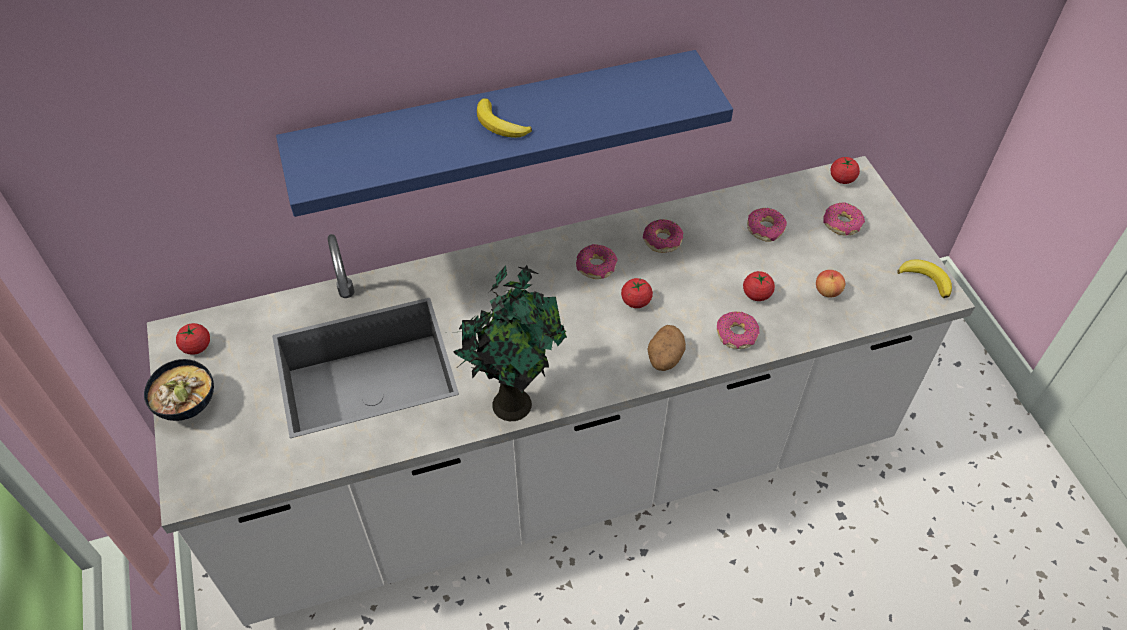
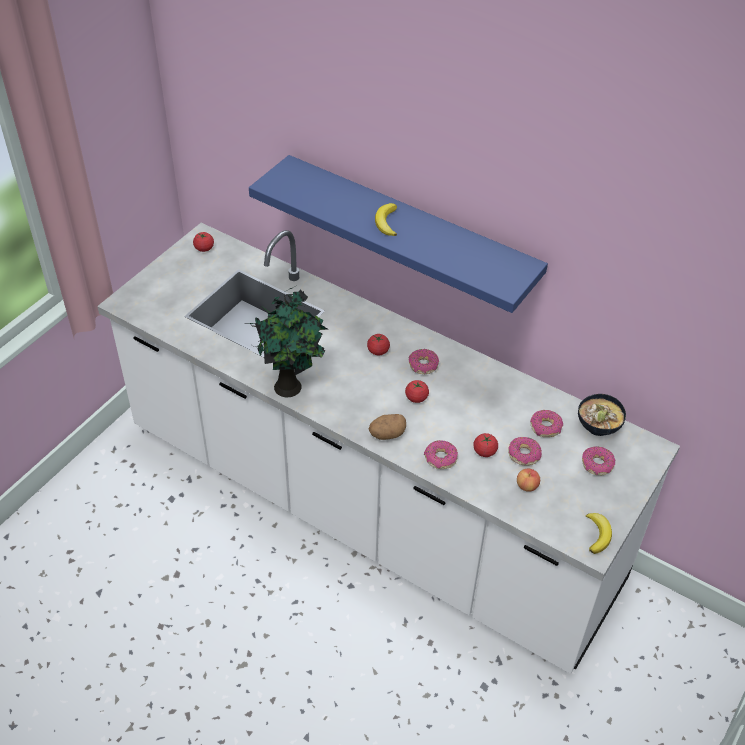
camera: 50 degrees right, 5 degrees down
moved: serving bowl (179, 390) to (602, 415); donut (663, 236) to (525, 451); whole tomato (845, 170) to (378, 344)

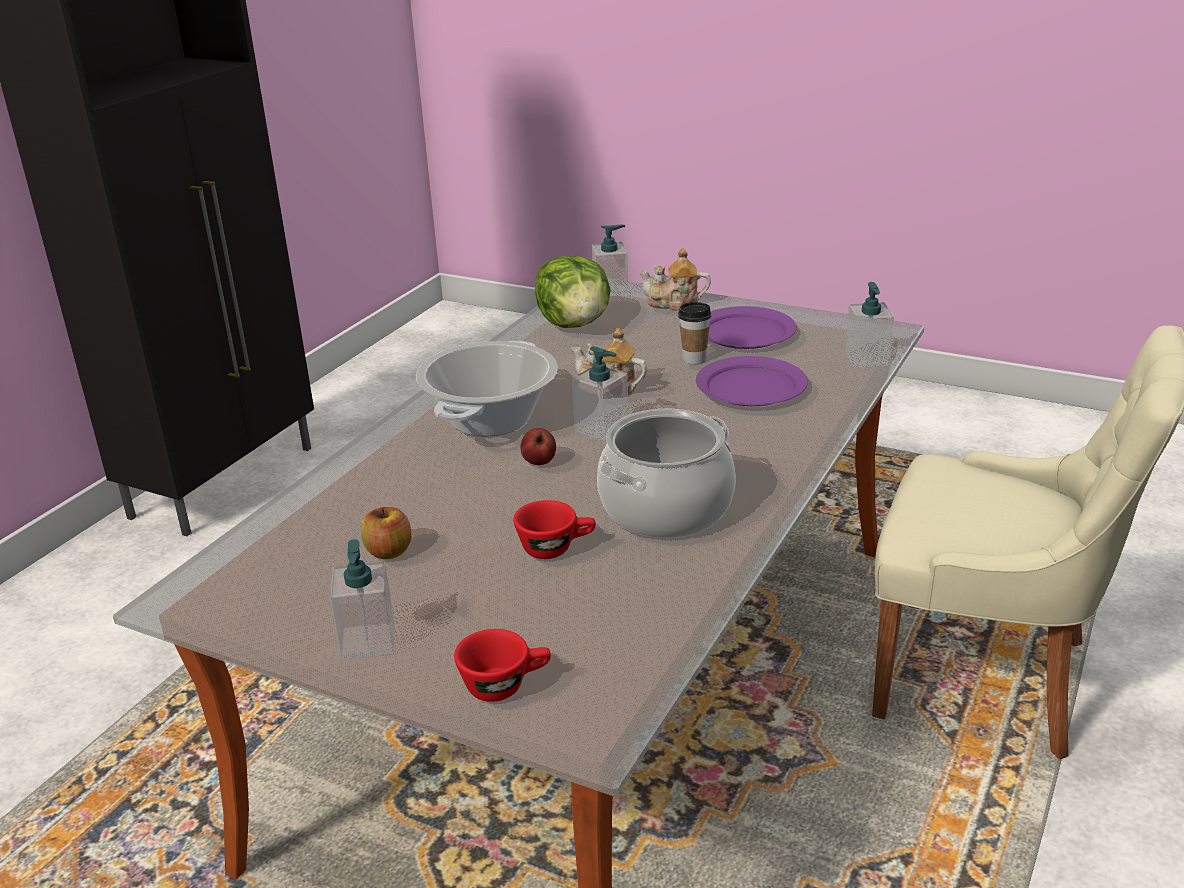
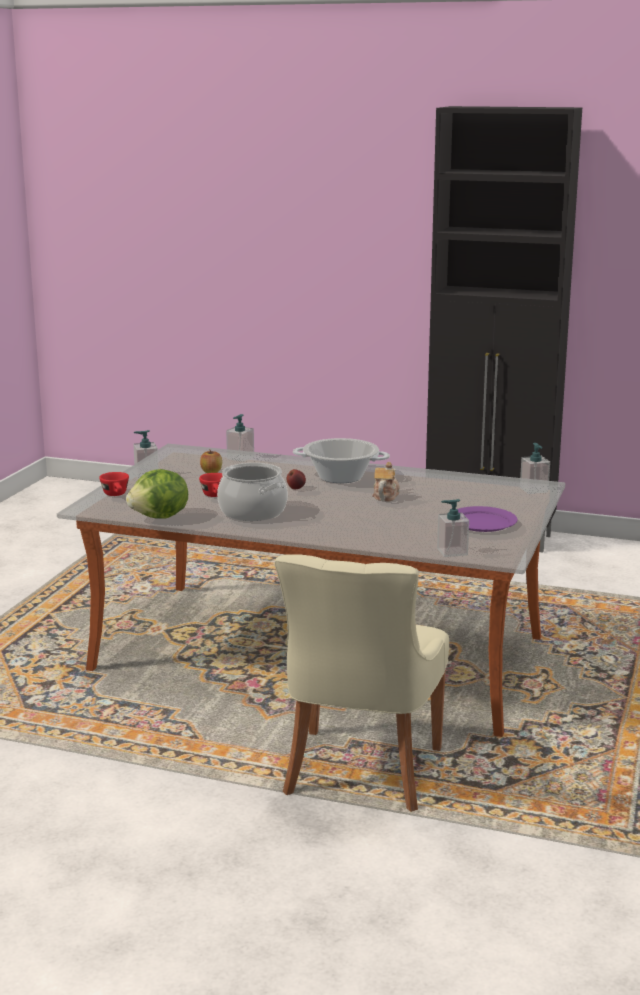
camera: 80 degrees right, 10 degrees down
removed: teapot (675, 279); small cup (694, 333); purplish flat dish (752, 381)
moved: lettuce (573, 292) to (157, 494); soap dispenser (600, 393) to (240, 438)

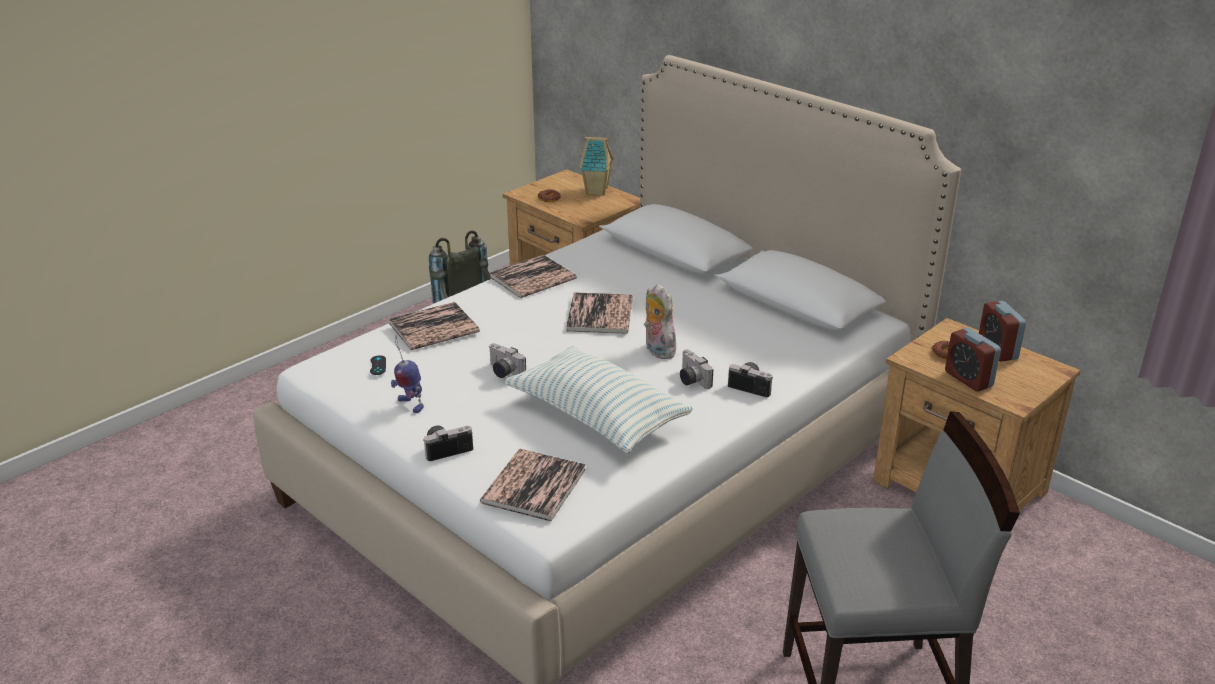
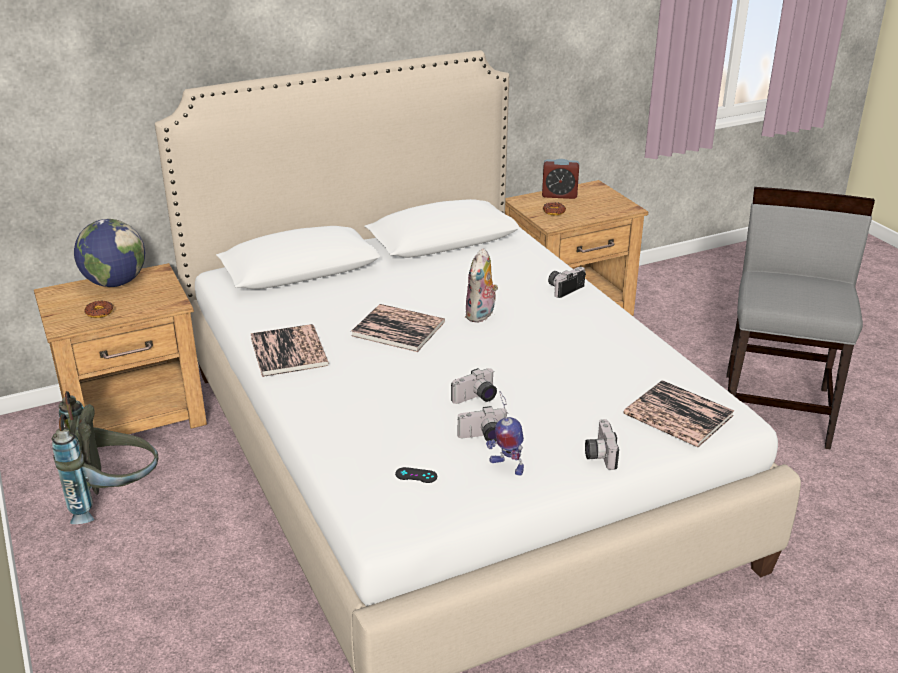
camera: 70 degrees left, 0 degrees up
removed: bound book (434, 326); cushion (599, 399); bedside clock (973, 360)
moved: still camera (696, 369) to (482, 424)
replaced: miniature house (596, 166) to desk globe (109, 253)
turned: toy robot (407, 374) = (505, 433) 60 degrees clockwise; plush toy (661, 321) = (481, 285) 60 degrees counterclockwise

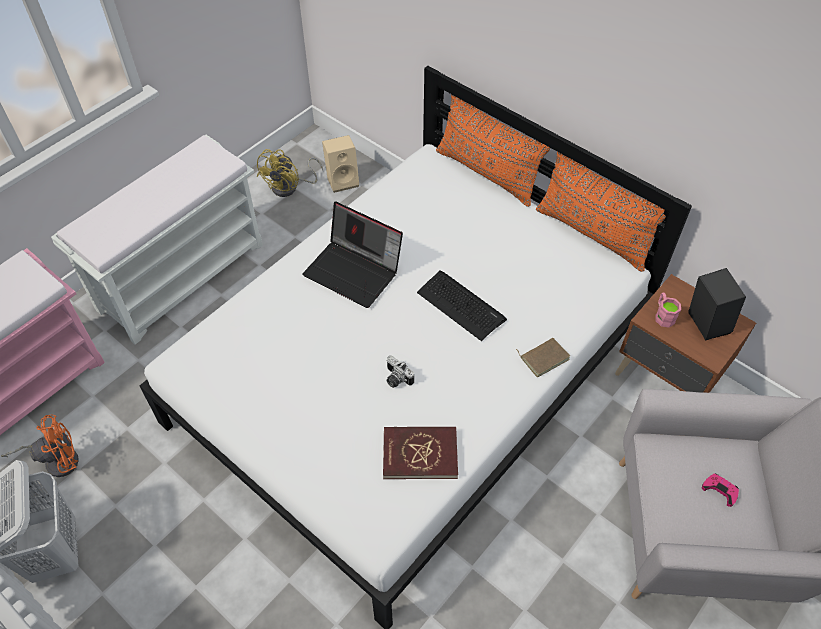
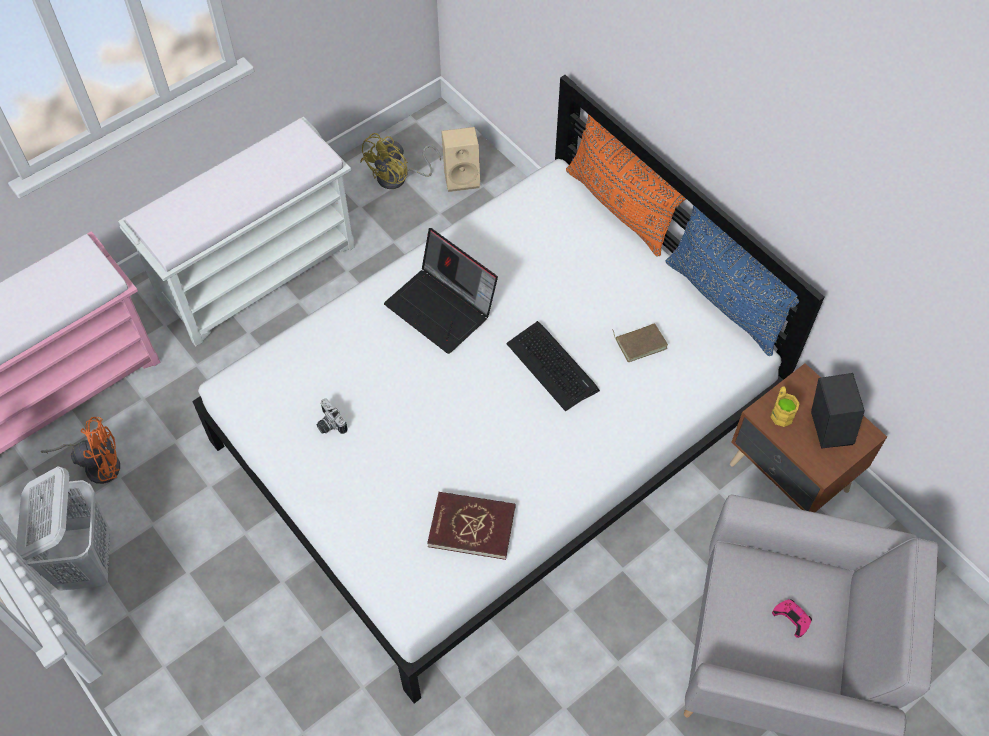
camera: 10 degrees right, 5 degrees up
moved: still camera (400, 371) to (331, 416); brown-coloured bound book (543, 357) to (640, 342)
recoloured: orange-coloured cushion (601, 212) to bluish cushion (732, 280); pink-coloured mug (668, 310) to yellow mug (785, 406)

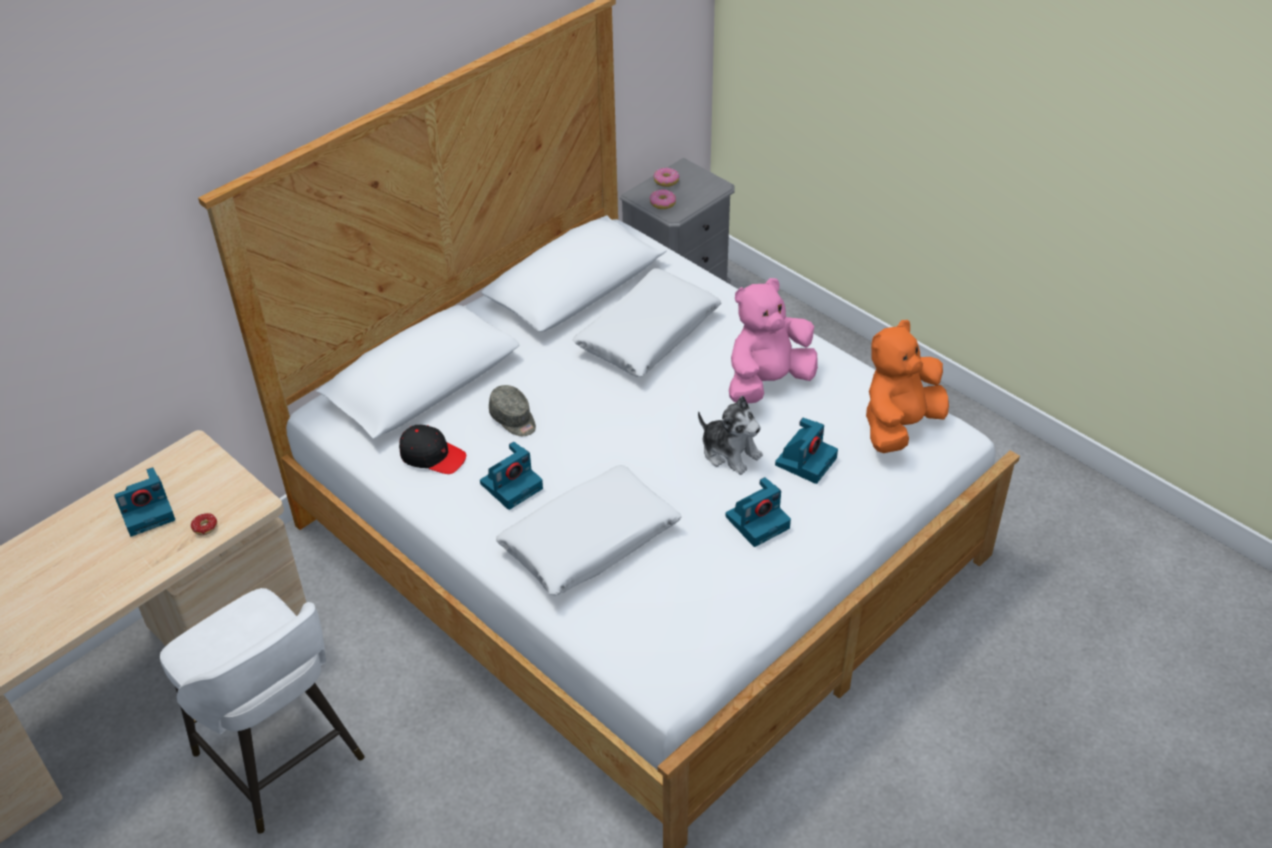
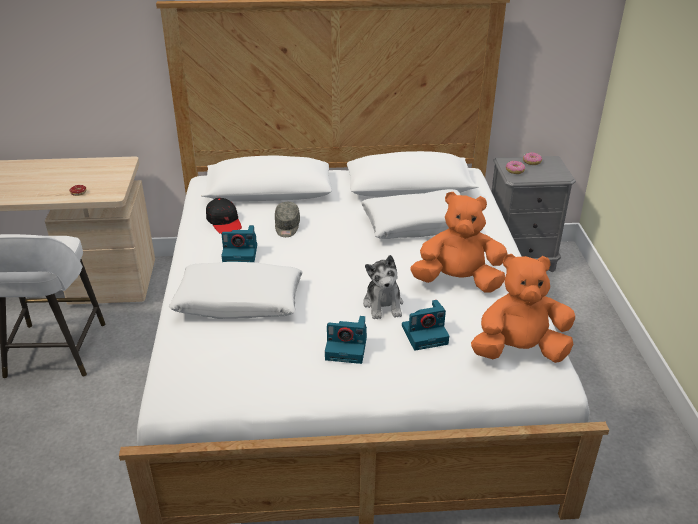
camera: 40 degrees right, 10 degrees down
removed: still camera (144, 501)
recoloured: pink-coloured plush toy (773, 340) to orange-coloured plush toy (458, 242)

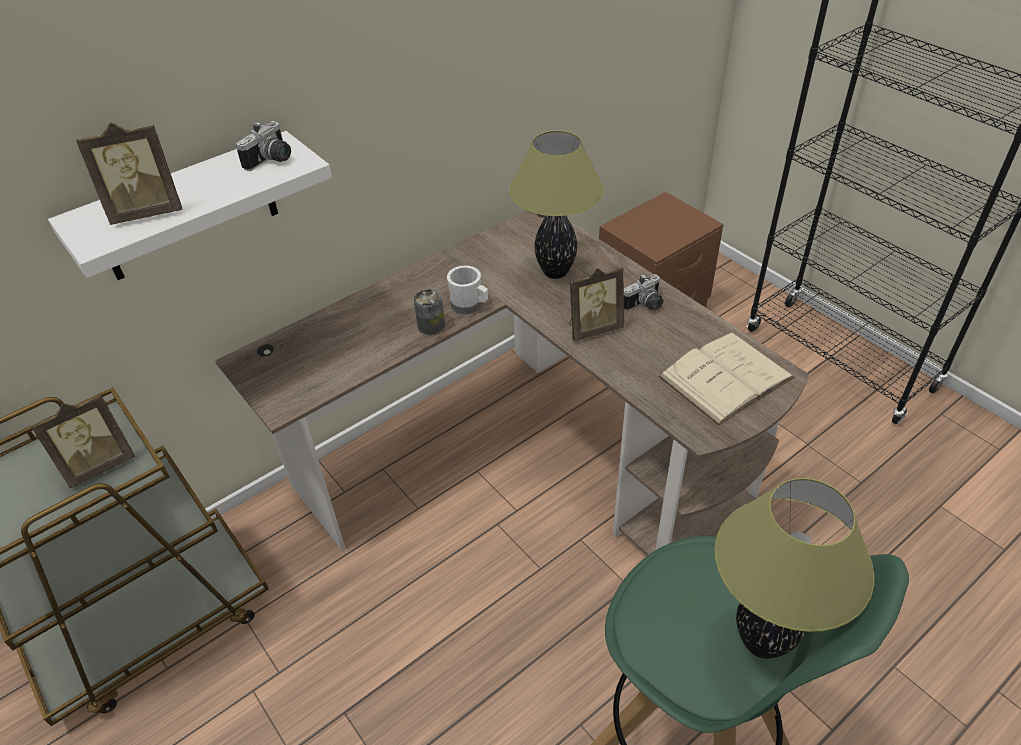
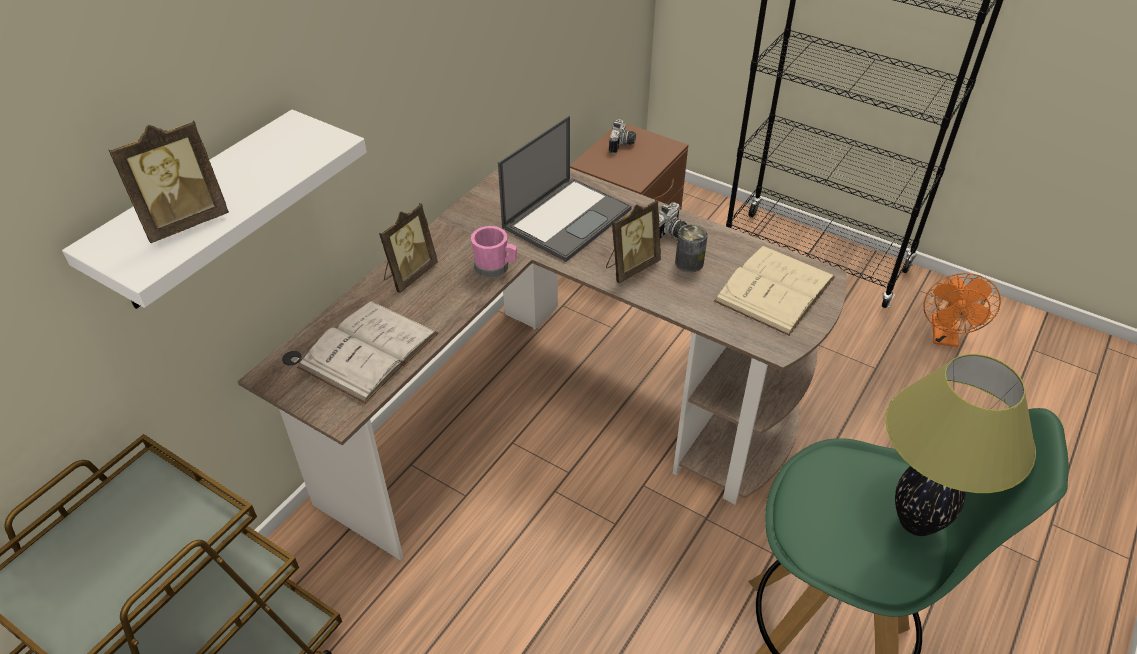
camera: 20 degrees left, 0 degrees up
added: whitish bound book (367, 352); orange-coloured cooling fan (962, 310)
moved: picture frame (83, 441) to (408, 248); still camera (263, 146) to (622, 136); sealed can (429, 312) to (691, 248)
replaced: lamp for a table (556, 205) to portable computer (565, 189)
recoloured: whitish mug (467, 290) to pink-coloured mug (494, 252)

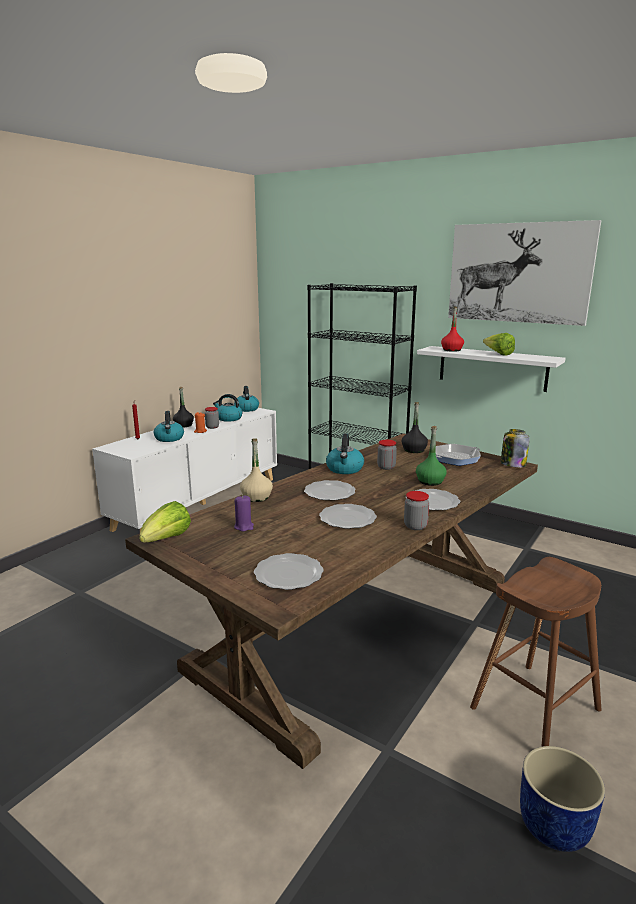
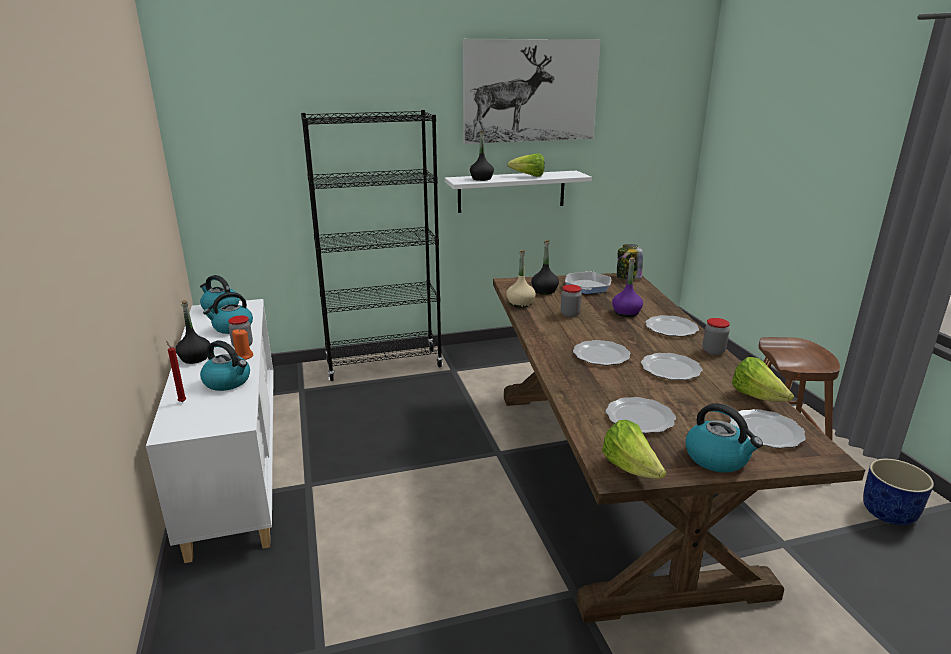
camera: 50 degrees left, 5 degrees up
added: lettuce (763, 379)
moved: beige drink bottle (256, 470) to (521, 278); water kettle (345, 453) to (724, 438)
replaced: purplish wax candle (244, 513) to flat dish (641, 415)
recoloured: greenish drink bottle (431, 456) to purplish drink bottle (627, 287); red-coloured drink bottle (452, 329) to black drink bottle (482, 156)

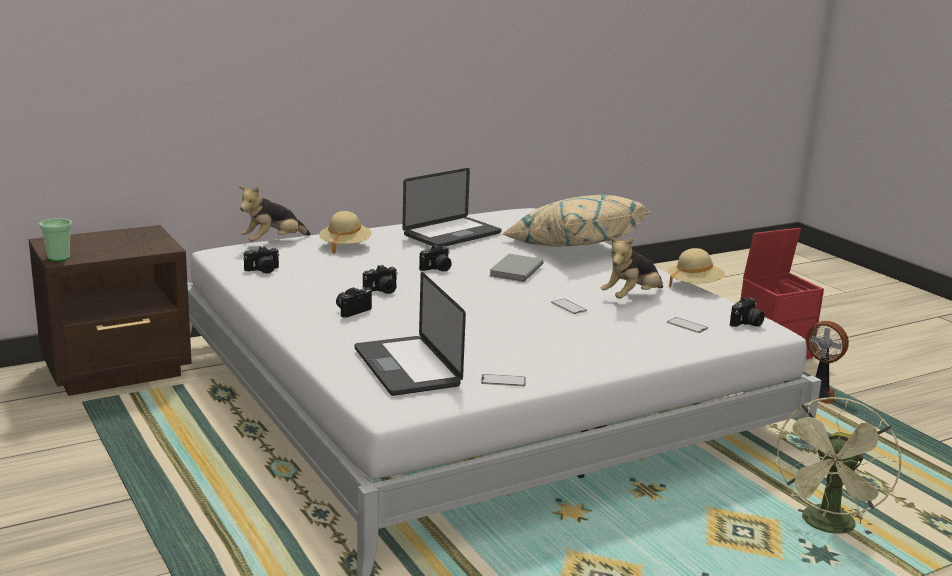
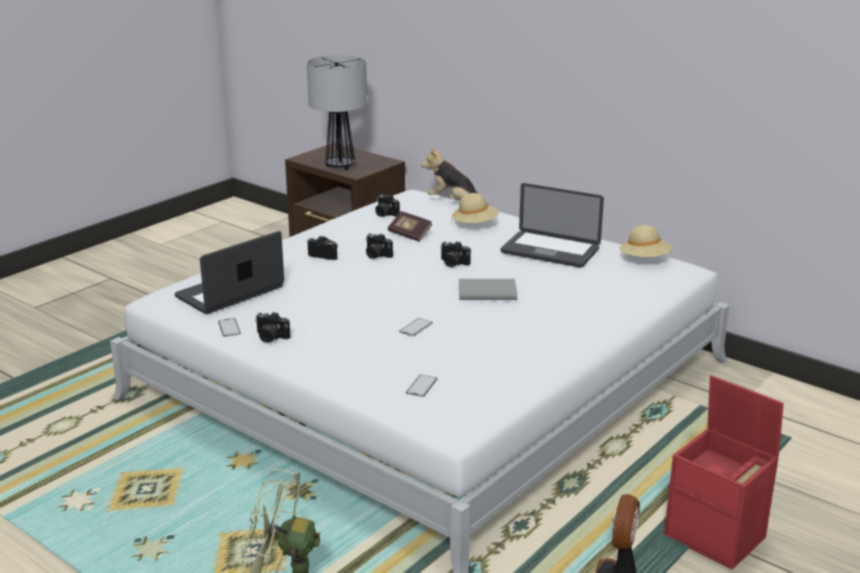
camera: 70 degrees right, 5 degrees up
removed: small cup (55, 239); beige cushion (577, 221); plush toy (632, 268)
added: lamp for a table (337, 112); bound book (410, 226)
moved: beige clothing hat (696, 268) to (646, 241); still camera (747, 312) to (272, 327)

